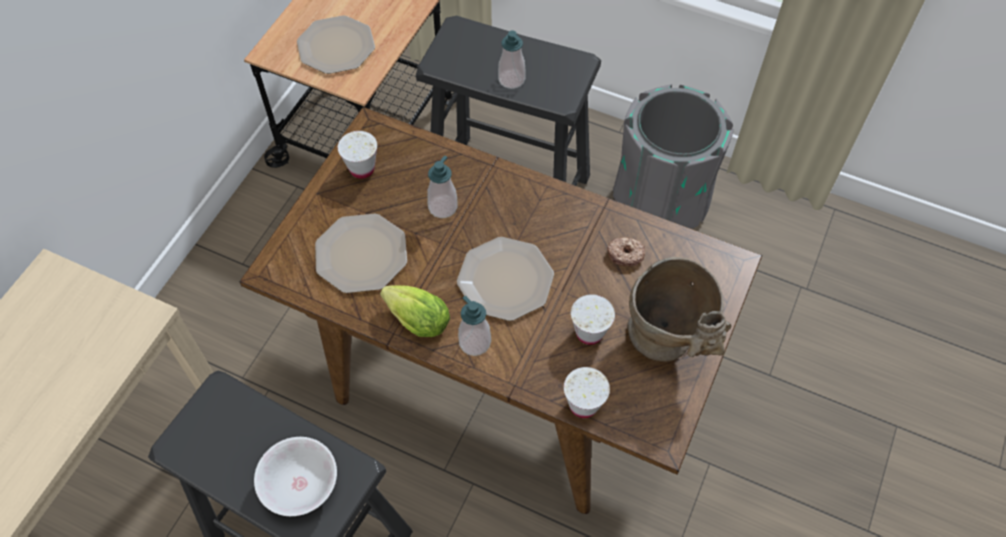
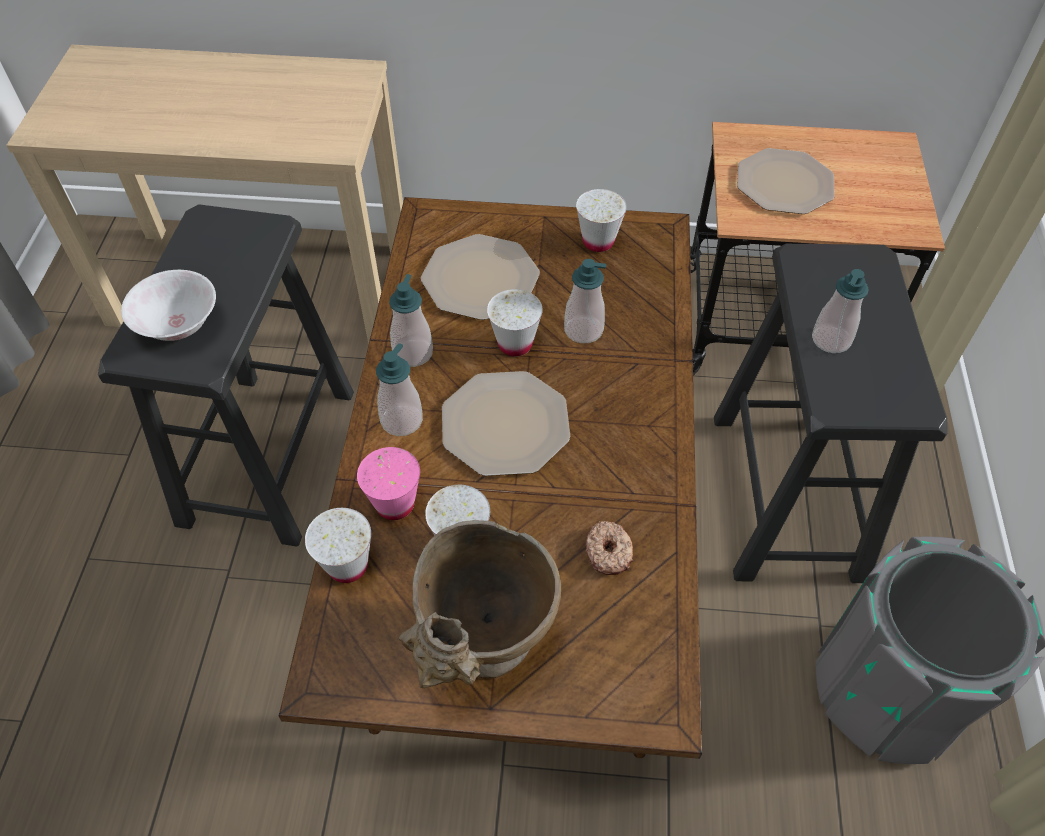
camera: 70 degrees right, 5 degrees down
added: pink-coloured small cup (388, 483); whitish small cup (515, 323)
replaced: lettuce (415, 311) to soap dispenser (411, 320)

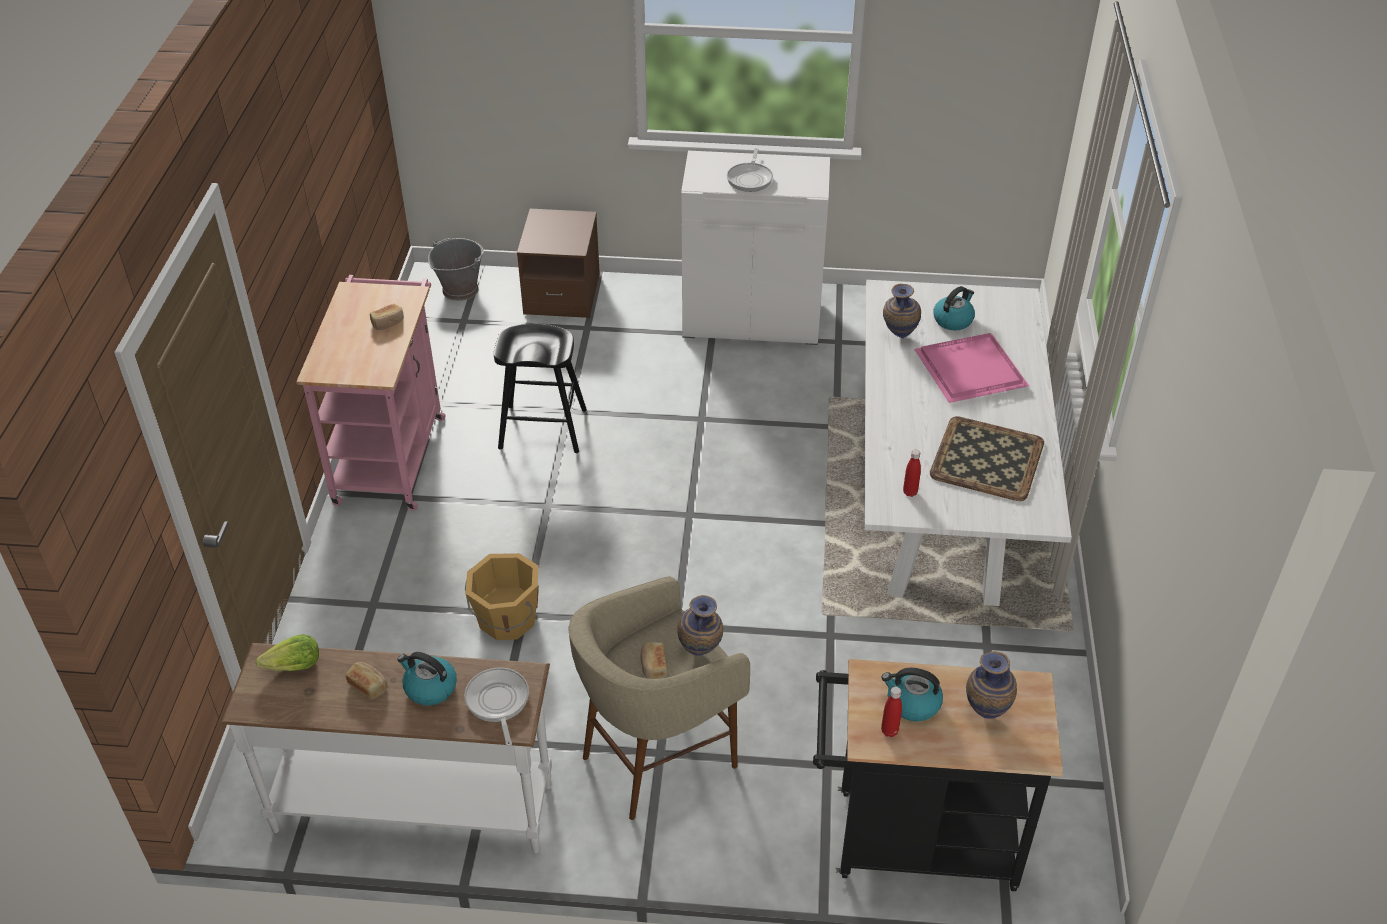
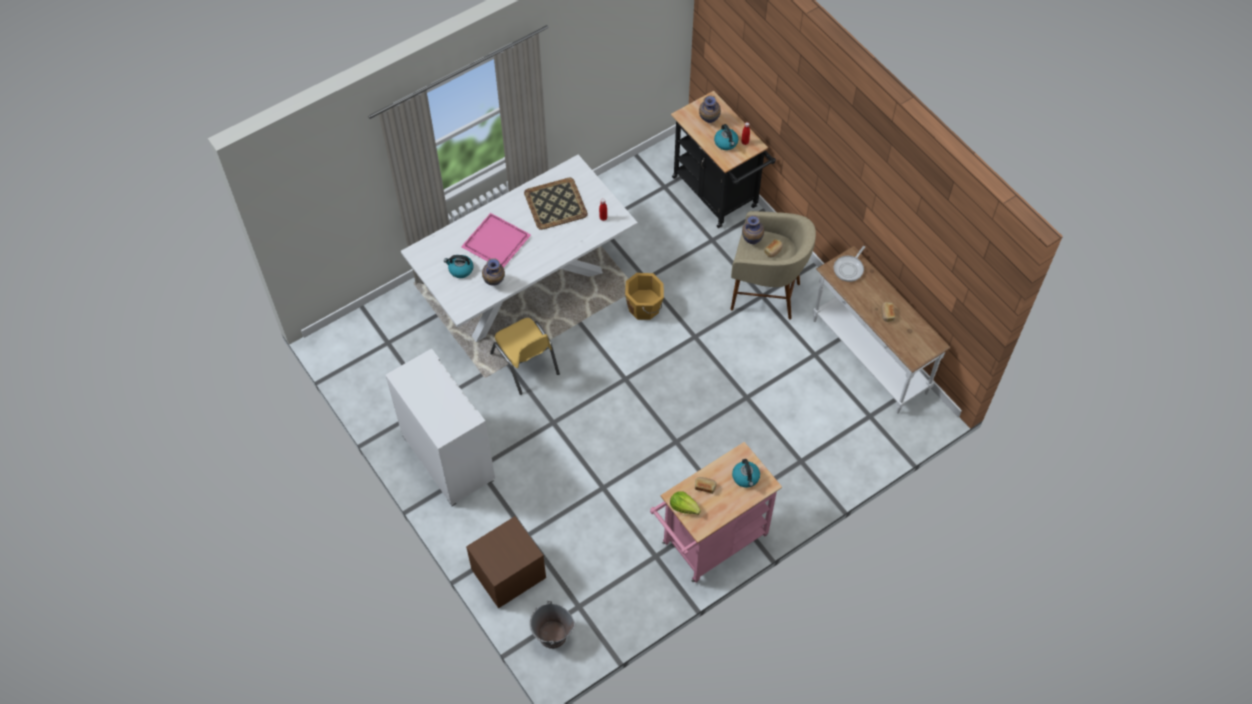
camera: 130 degrees left, 15 degrees up
removed: black stool (540, 388); pan (750, 170)
added: yellow upright chair (525, 356)
moved: lettuce (287, 652) to (685, 503); water kettle (427, 678) to (746, 473); orange-coloured pail (502, 596) to (644, 296)

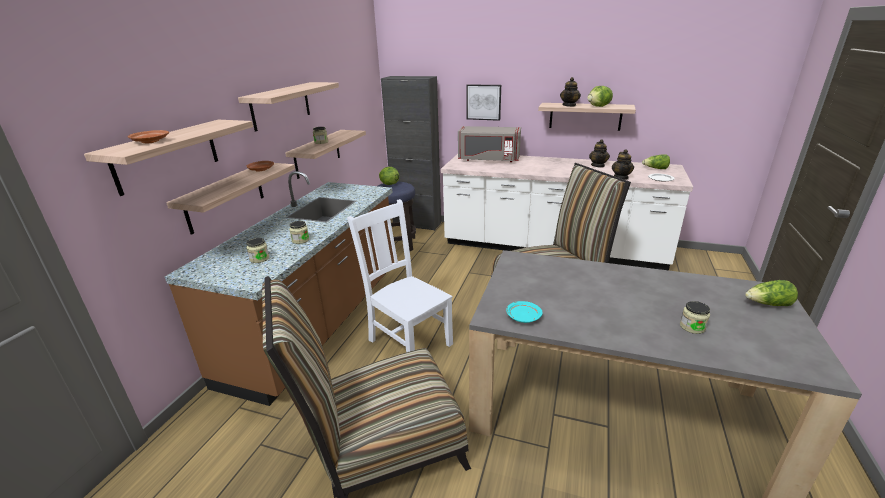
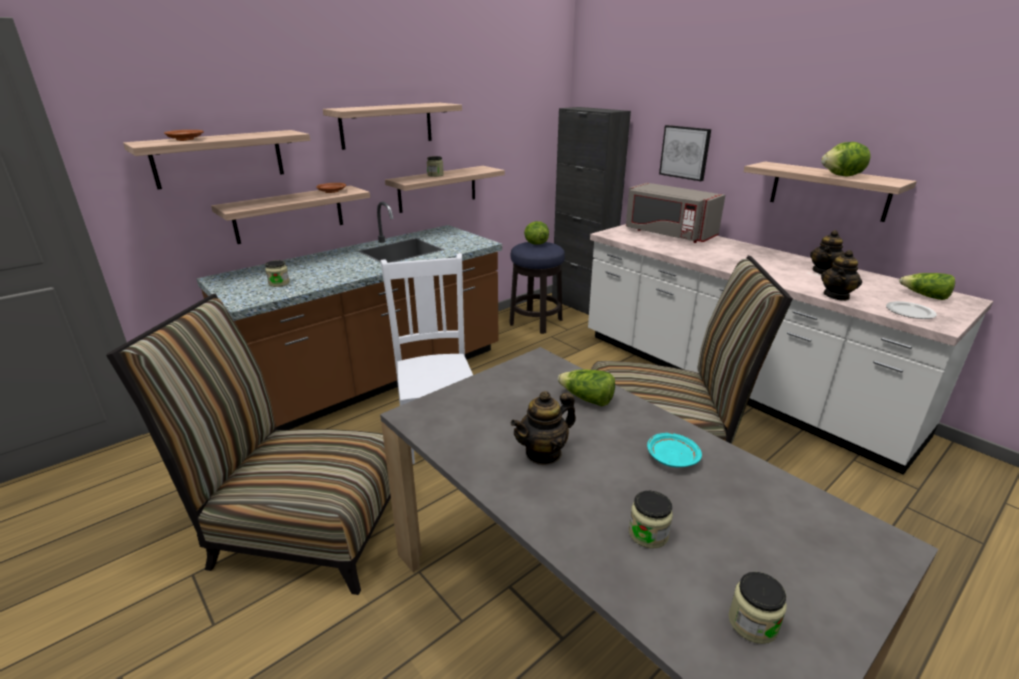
camera: 30 degrees right, 0 degrees up
moved: jar (299, 232) to (757, 608); turquoise-coloured flat dish (524, 312) to (674, 450); teapot (570, 92) to (543, 428); lettuce (771, 293) to (586, 388)

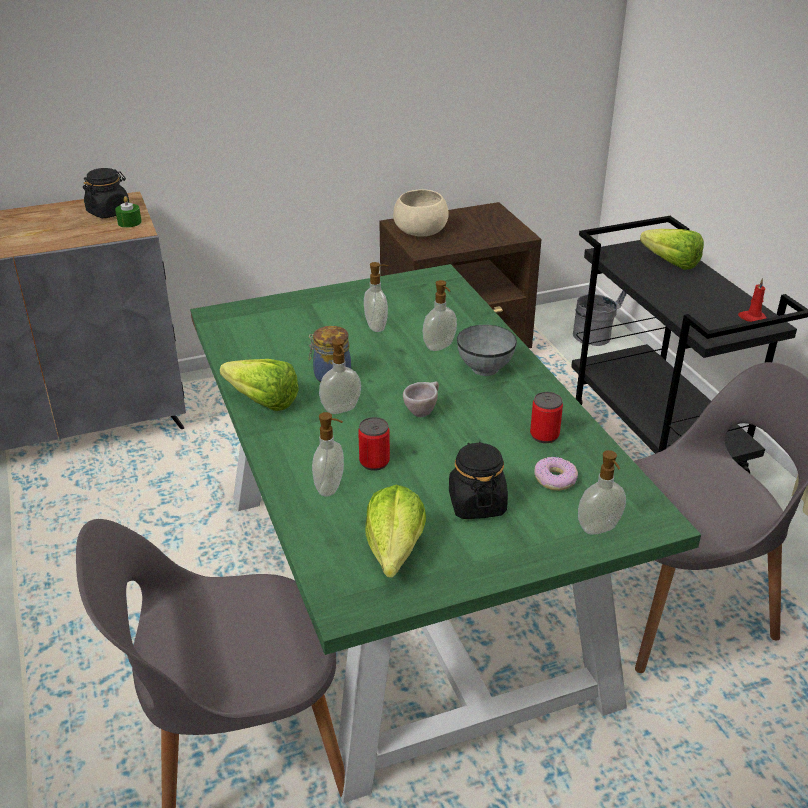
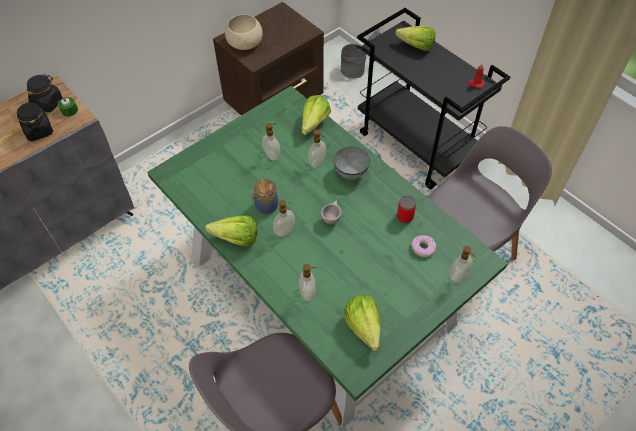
camera: 20 degrees left, 20 degrees up
removed: sealed can (374, 444)
added: lettuce (316, 115)
moved: black jar (478, 480) to (35, 121)

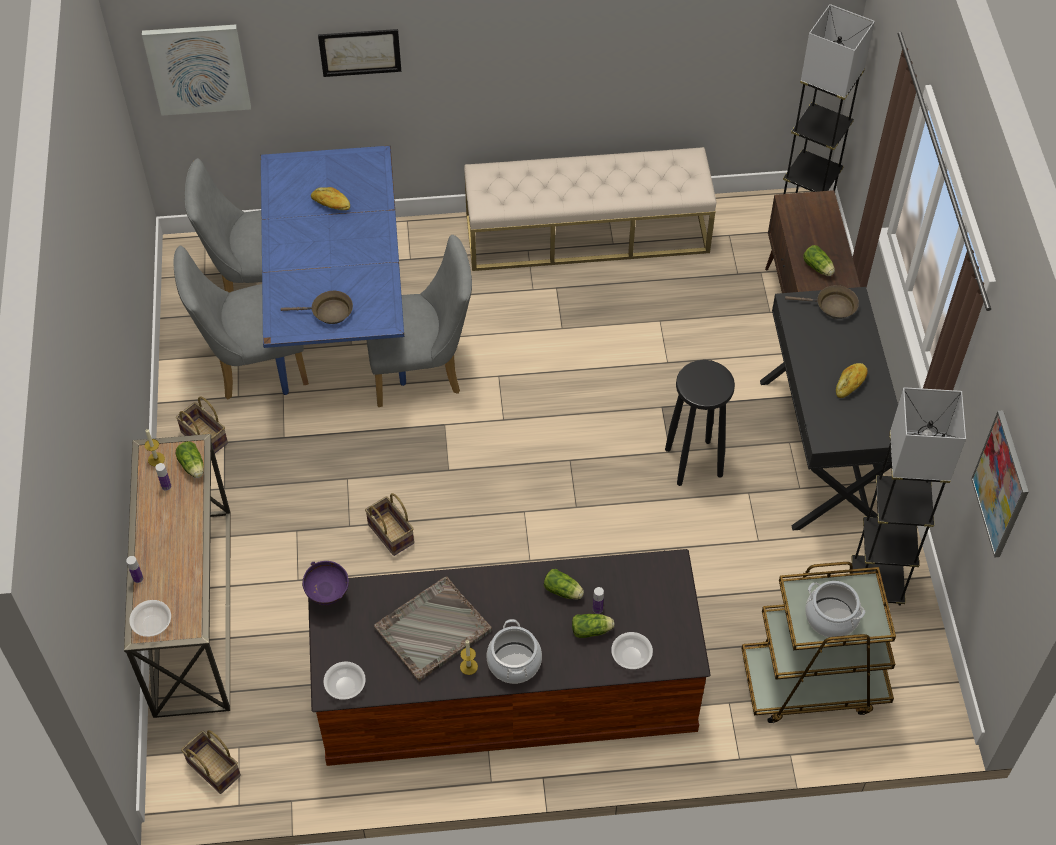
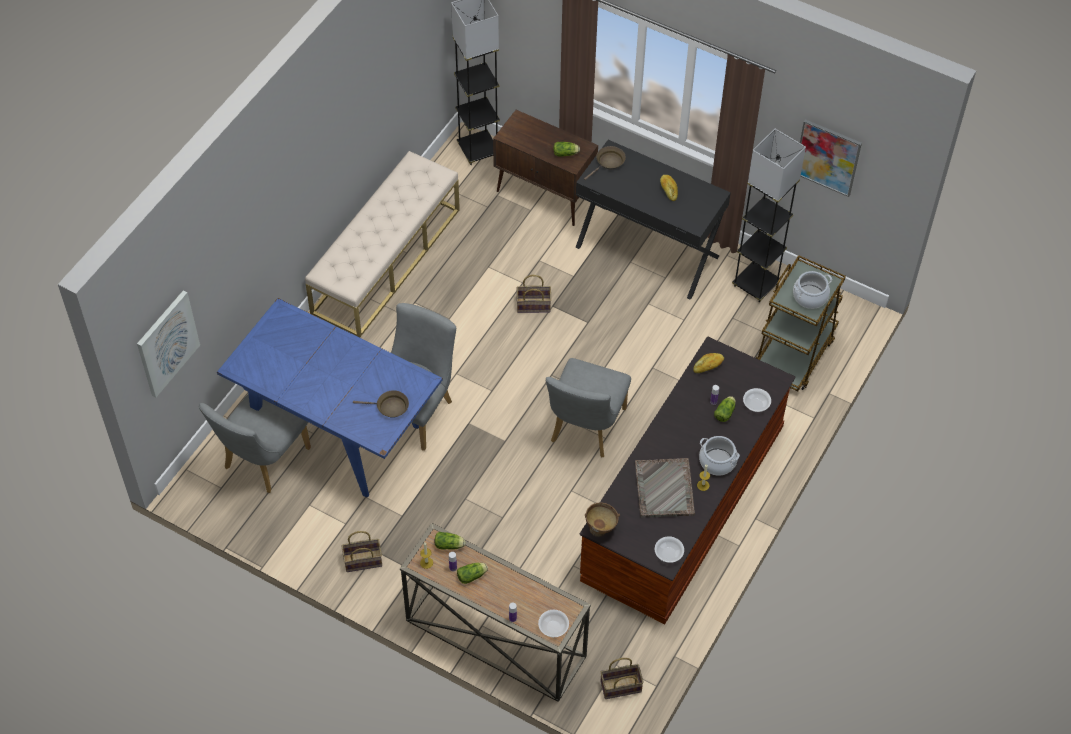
camera: 55 degrees left, 0 degrees up
removed: wall art (359, 53); black stool (700, 423)
moved: grey upright chair (241, 323) to (588, 407); baked bread (330, 198) to (708, 363); household basket (389, 524) to (533, 294); lettuce (564, 584) to (472, 573)
recoloured: purplish serving bowl (325, 583) to brown-coloured serving bowl (602, 519)
turned: brown-coloured pan (317, 307) = (381, 404) 60 degrees clockwise

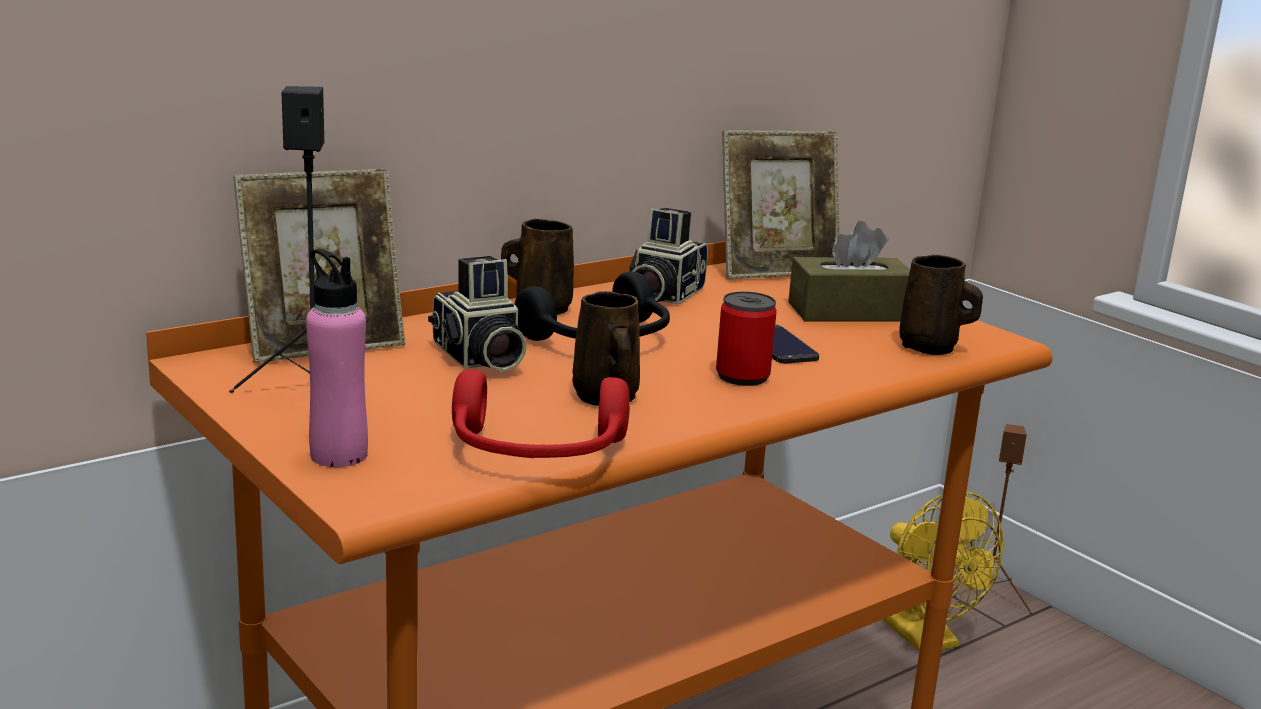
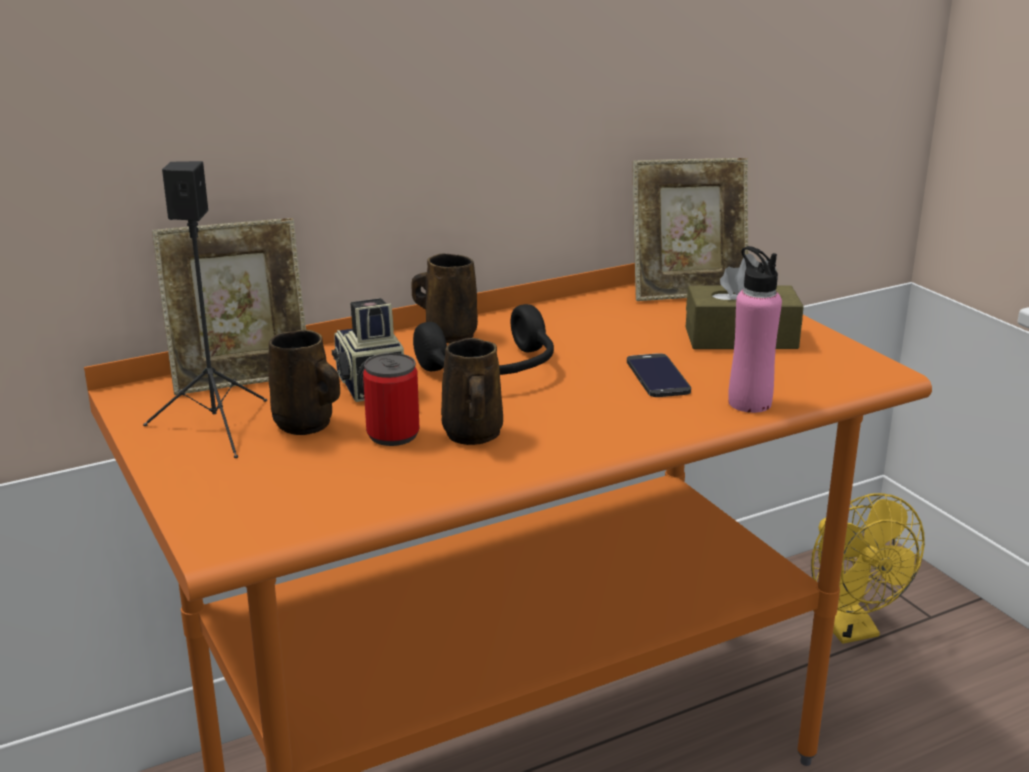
camera: 10 degrees right, 5 degrees up
removed: red-coloured pair of headphones (541, 413); still camera (668, 256); brown-coloured audio speaker (992, 519)
moved: pink-coloured drink bottle (337, 358) to (755, 329); sealed can (746, 338) to (391, 399); brown-coloured mug (941, 305) to (304, 382)

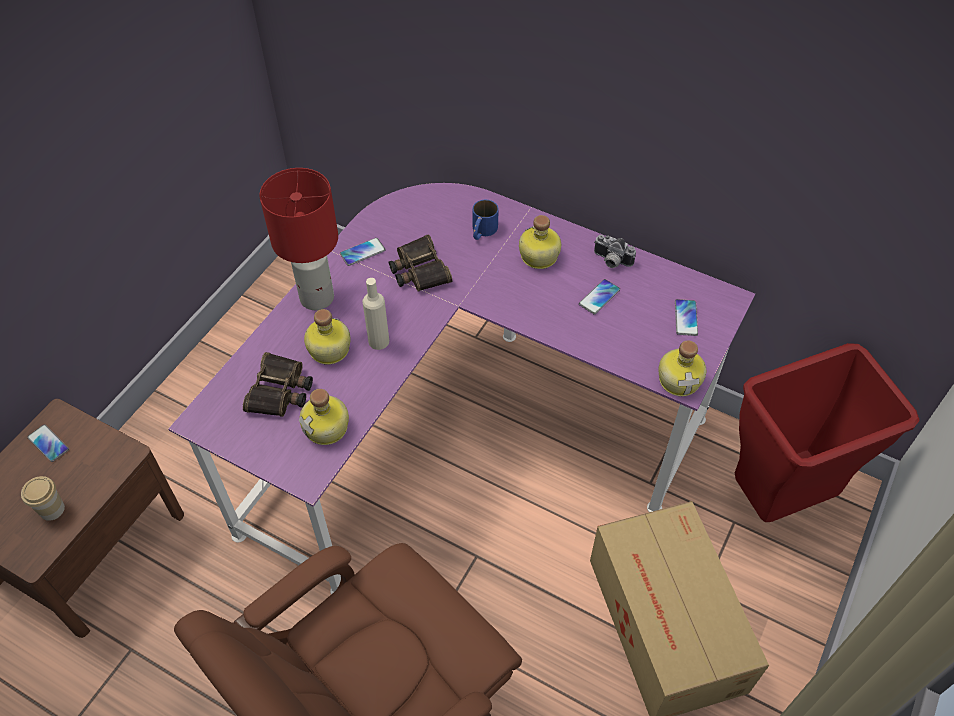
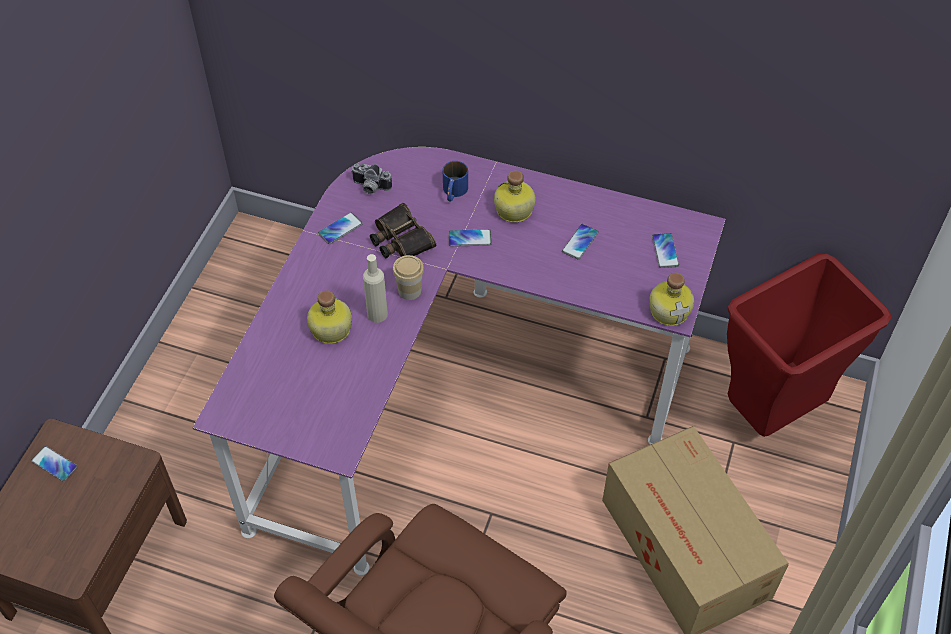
camera: 10 degrees left, 0 degrees up
removed: pair of binoculars (278, 384); red-coloured lamp for a table (299, 239); drink bottle (324, 417)
added: handset (470, 238)
moved: small cup (43, 498) to (408, 277); still camera (615, 251) to (371, 178)

